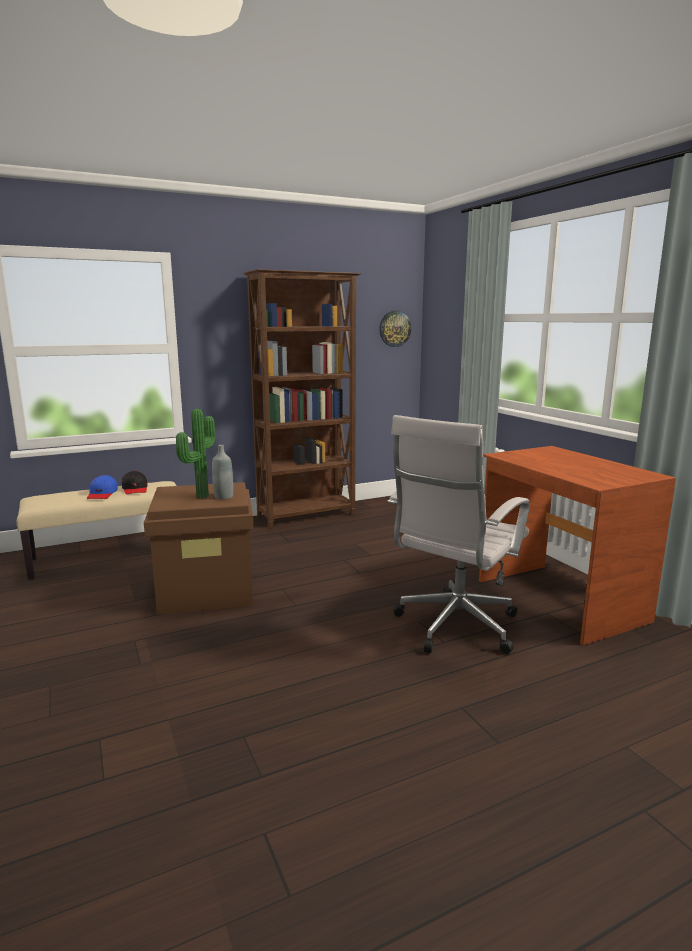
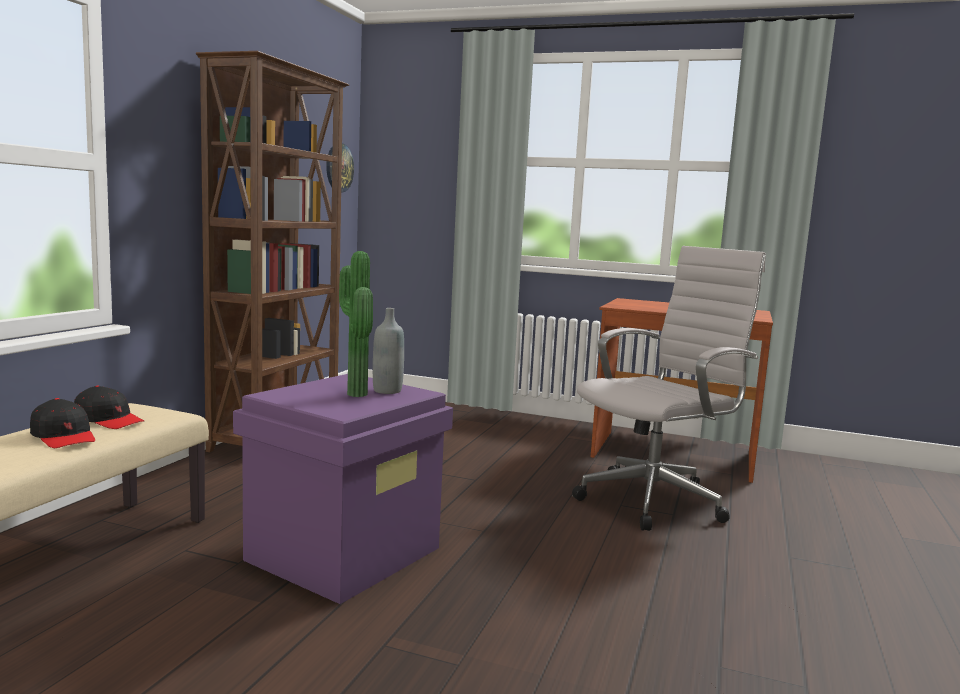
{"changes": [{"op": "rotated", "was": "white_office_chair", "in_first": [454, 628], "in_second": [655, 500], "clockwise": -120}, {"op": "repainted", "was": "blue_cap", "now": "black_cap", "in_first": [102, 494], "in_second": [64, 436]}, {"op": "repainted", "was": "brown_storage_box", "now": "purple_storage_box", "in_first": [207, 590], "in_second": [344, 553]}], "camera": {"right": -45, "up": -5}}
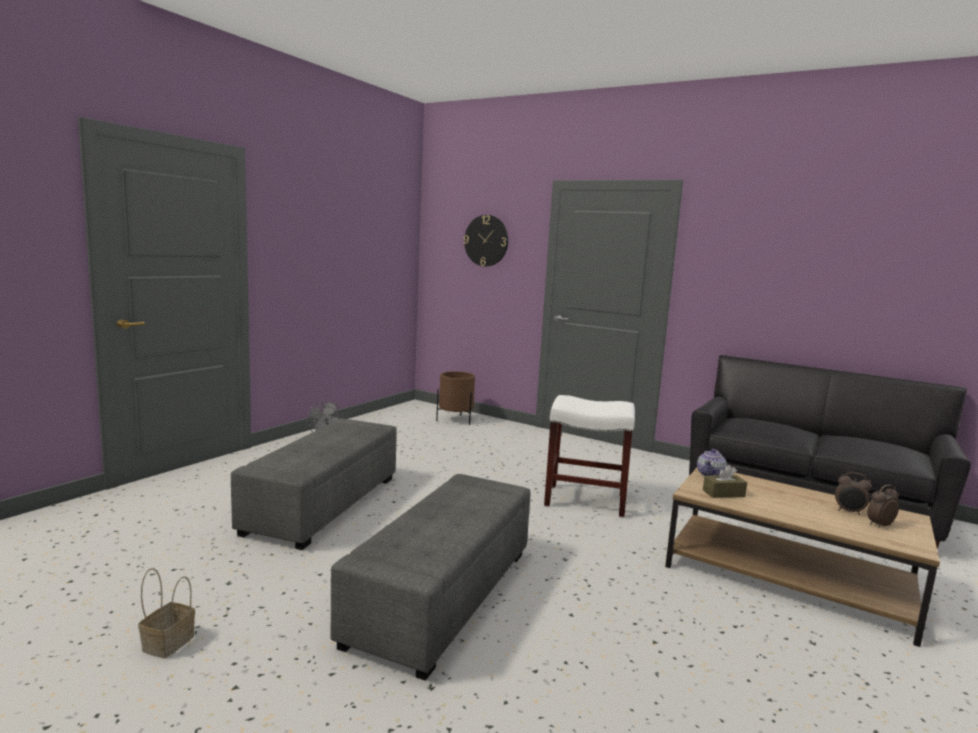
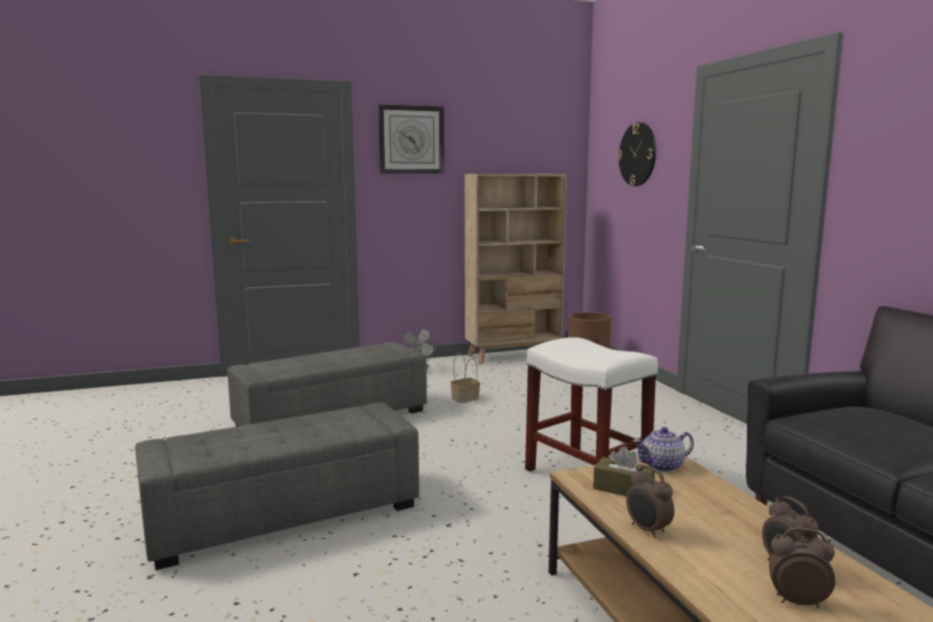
{"changes": [{"op": "shifted", "was": "basket", "in_first": [168, 644], "in_second": [464, 399]}, {"op": "new", "now": "wall_clock", "in_second": [411, 140]}, {"op": "new", "now": "beige_bookcase", "in_second": [514, 356]}, {"op": "new", "now": "alarm_clock", "in_second": [647, 530]}], "camera": {"right": 40, "up": 0}}
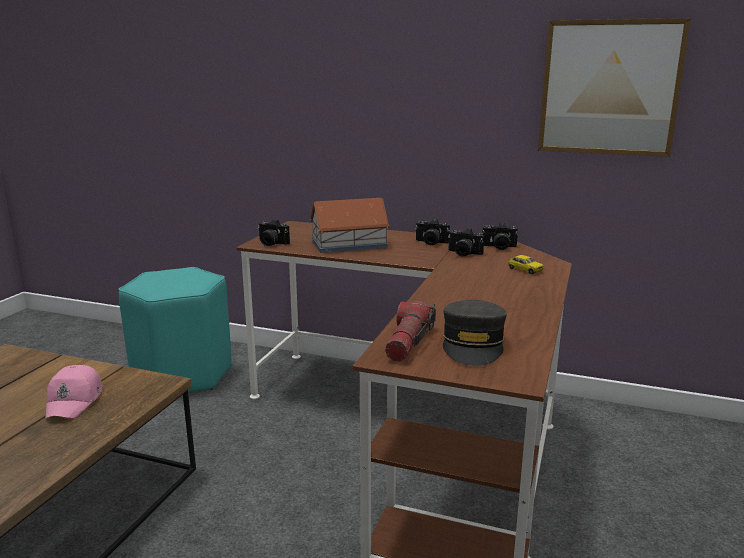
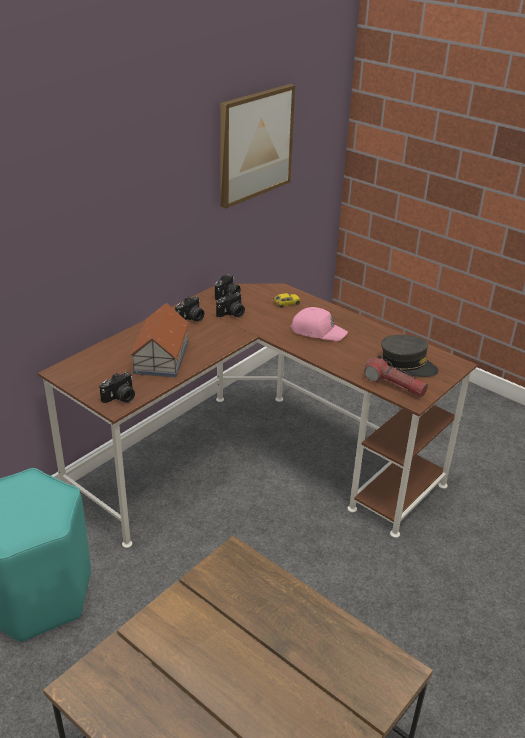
{"changes": [{"op": "shifted", "was": "pink_cap", "in_first": [75, 401], "in_second": [317, 331]}], "camera": {"right": -70, "up": 15}}
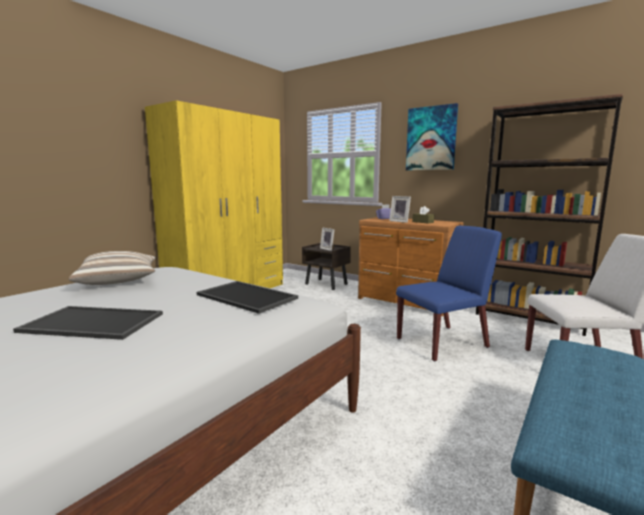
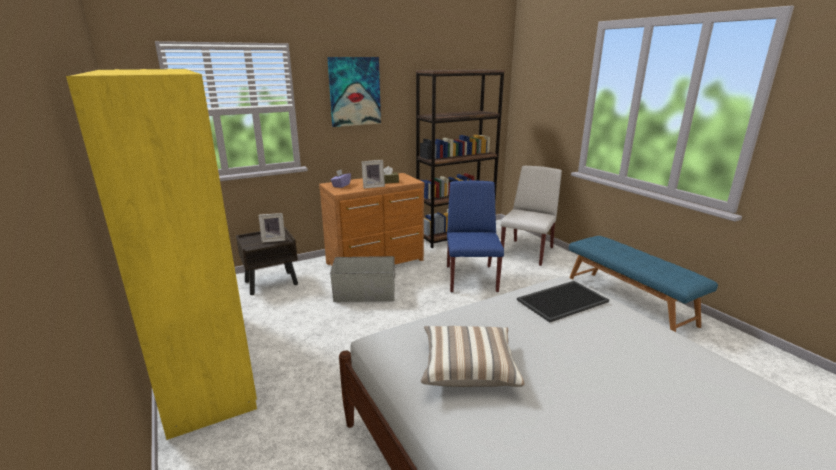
{"changes": [{"op": "gone", "was": "tray", "in_first": [90, 323]}, {"op": "new", "now": "grey_storage_box", "in_second": [364, 294]}], "camera": {"right": -65, "up": 10}}
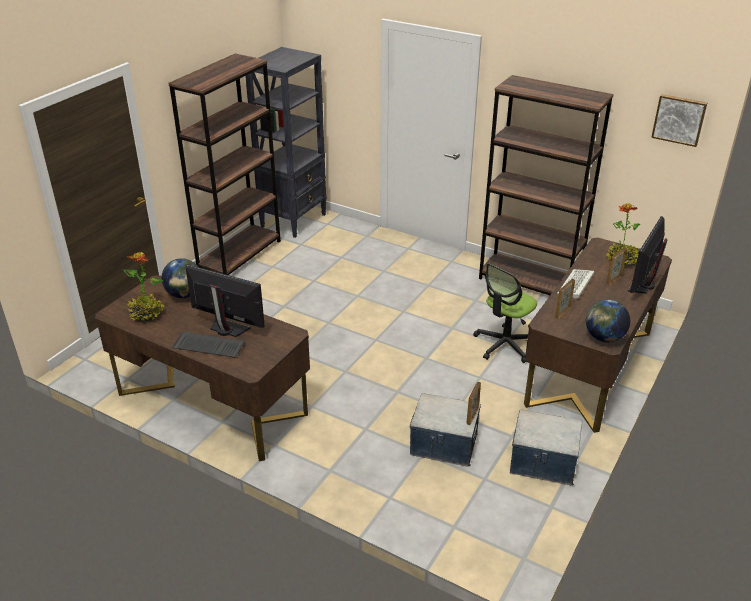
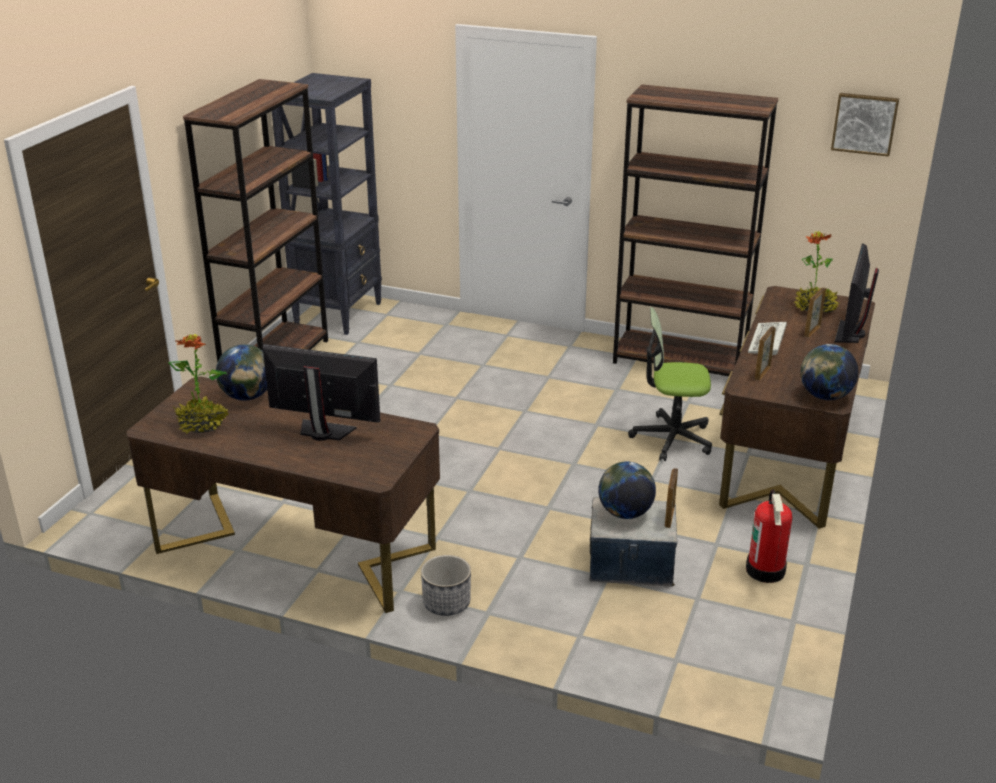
{"changes": [{"op": "rotated", "was": "office_chair", "in_first": [504, 345], "in_second": [672, 438], "clockwise": 60}, {"op": "gone", "was": "keyboard", "in_first": [207, 346]}, {"op": "swapped", "was": "storage_box", "now": "fire_extinguisher", "in_first": [543, 462], "in_second": [766, 570]}, {"op": "new", "now": "globe", "in_second": [625, 513]}, {"op": "new", "now": "planter", "in_second": [446, 603]}], "camera": {"right": -10, "up": -5}}
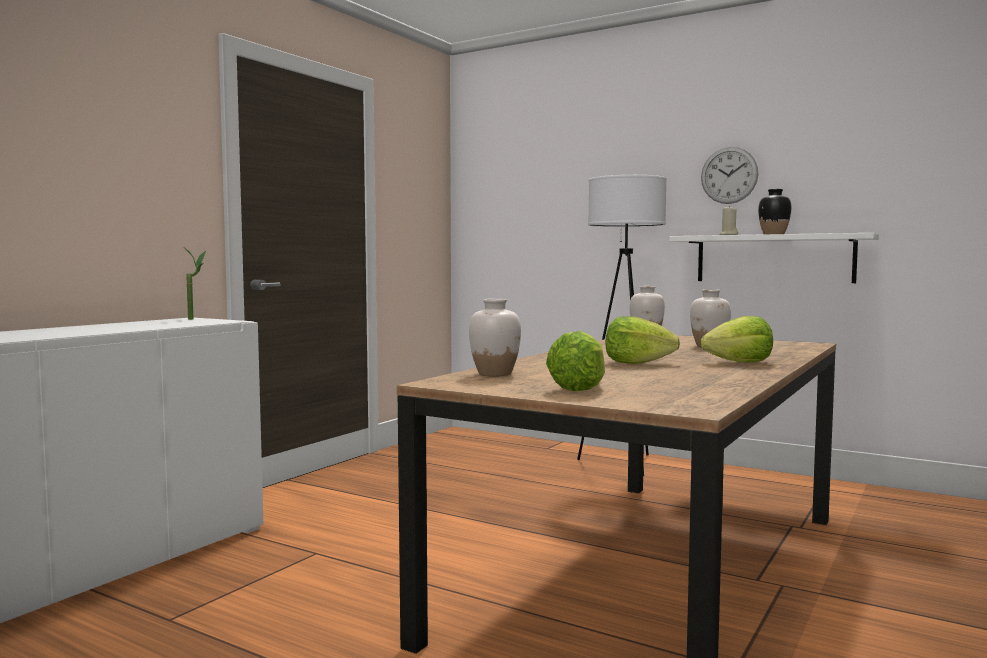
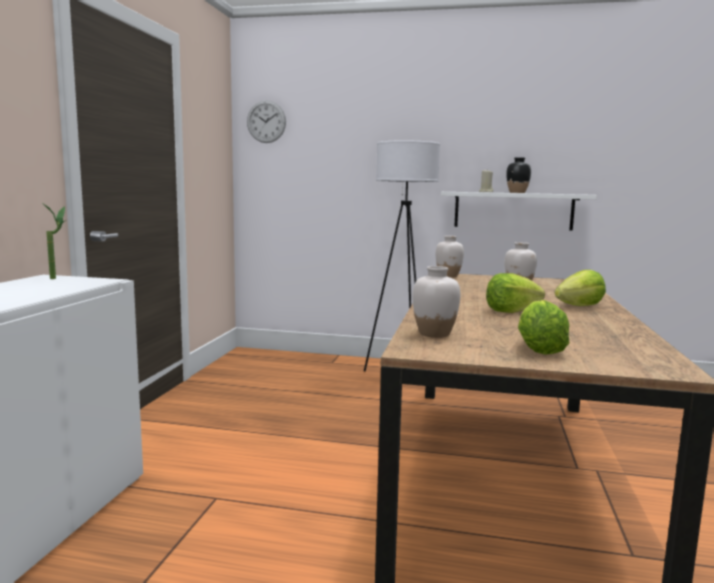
{"changes": [{"op": "shifted", "was": "wall_clock", "in_first": [729, 175], "in_second": [266, 121]}], "camera": {"right": -20, "up": 5}}
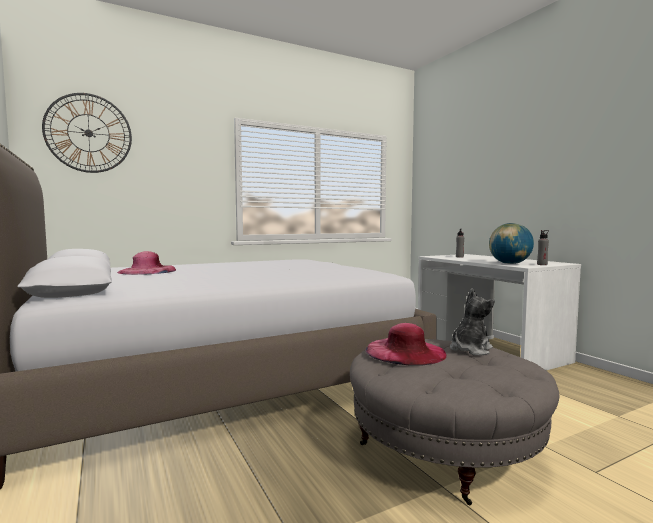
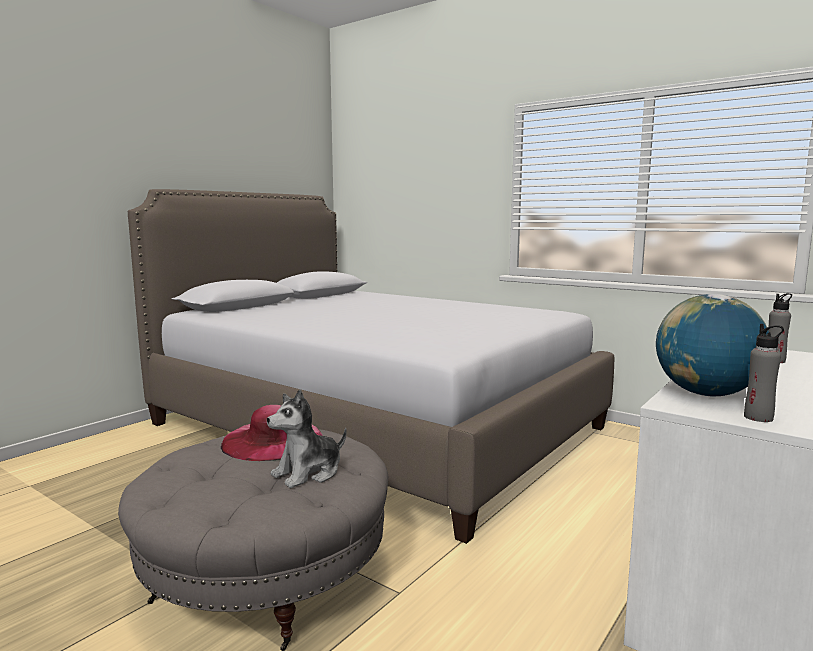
{"changes": [{"op": "gone", "was": "wall_clock", "in_first": [88, 133]}, {"op": "gone", "was": "pink_hat", "in_first": [147, 271]}, {"op": "rotated", "was": "plush_toy", "in_first": [470, 350], "in_second": [308, 473], "clockwise": 120}], "camera": {"right": 65, "up": 5}}
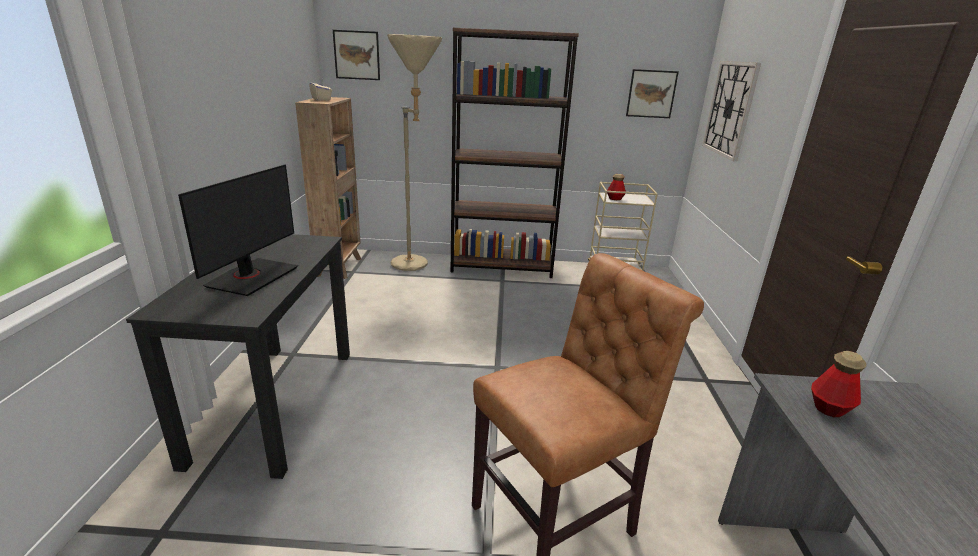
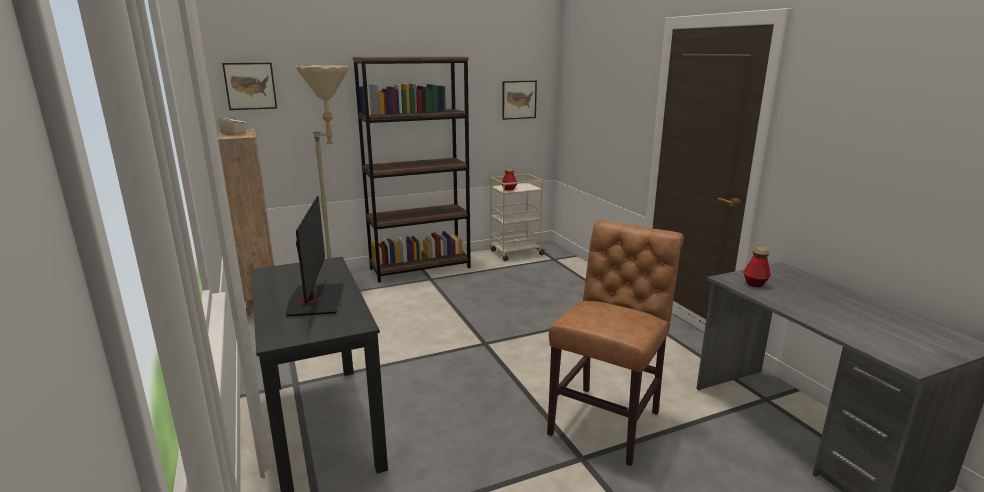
{"changes": [{"op": "gone", "was": "wall_clock", "in_first": [730, 109]}], "camera": {"right": -25, "up": -5}}
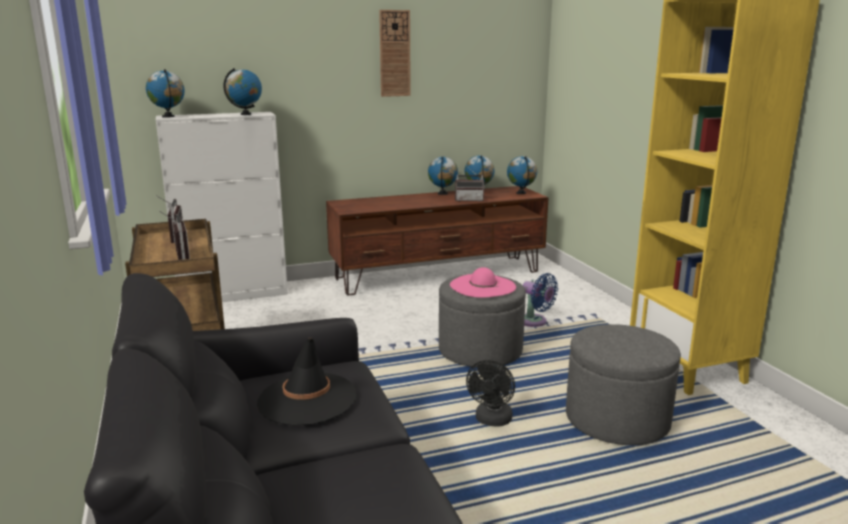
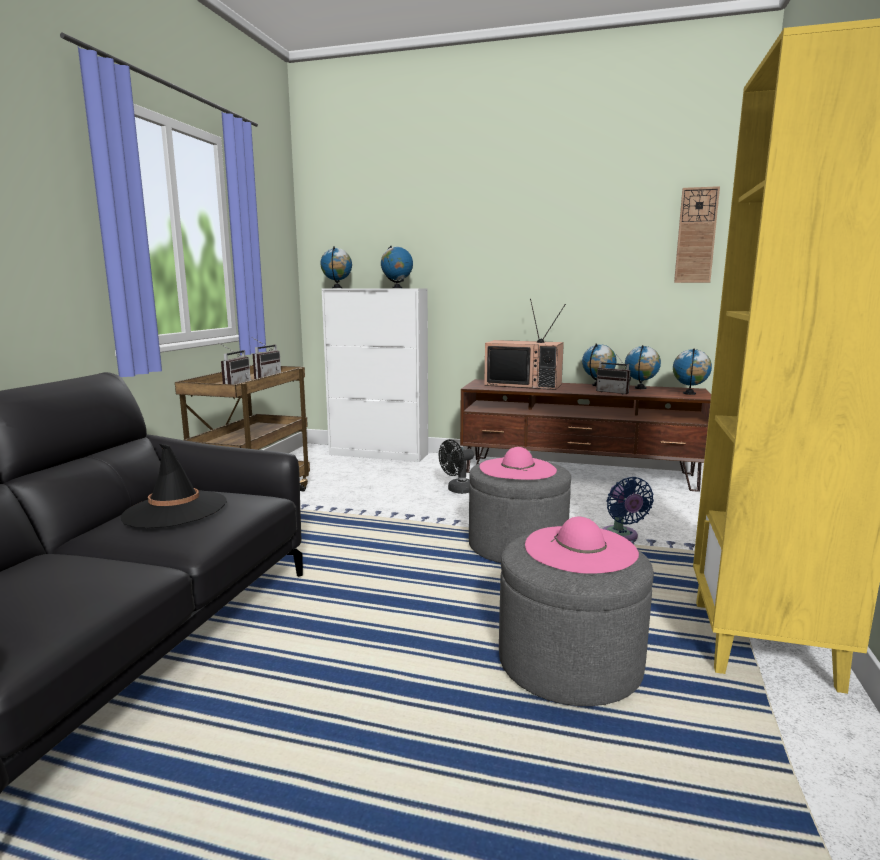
{"changes": [{"op": "shifted", "was": "wall_clock", "in_first": [394, 53], "in_second": [696, 235]}, {"op": "shifted", "was": "black_fan", "in_first": [492, 421], "in_second": [457, 490]}, {"op": "new", "now": "television", "in_second": [524, 385]}, {"op": "new", "now": "pink_hat", "in_second": [580, 549]}], "camera": {"right": 35, "up": -5}}
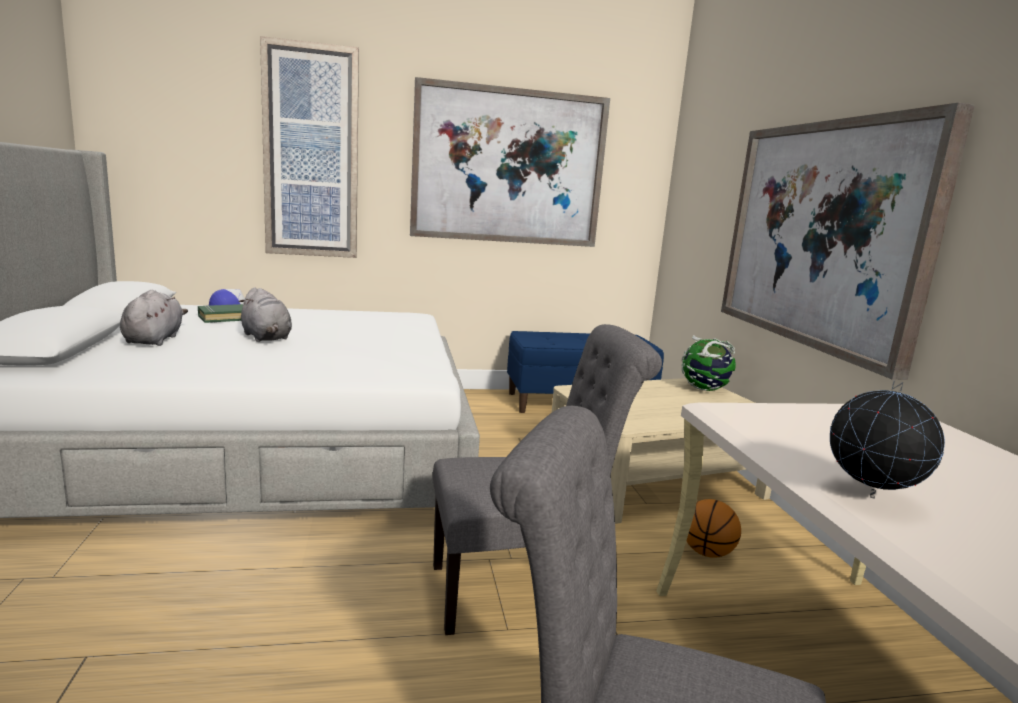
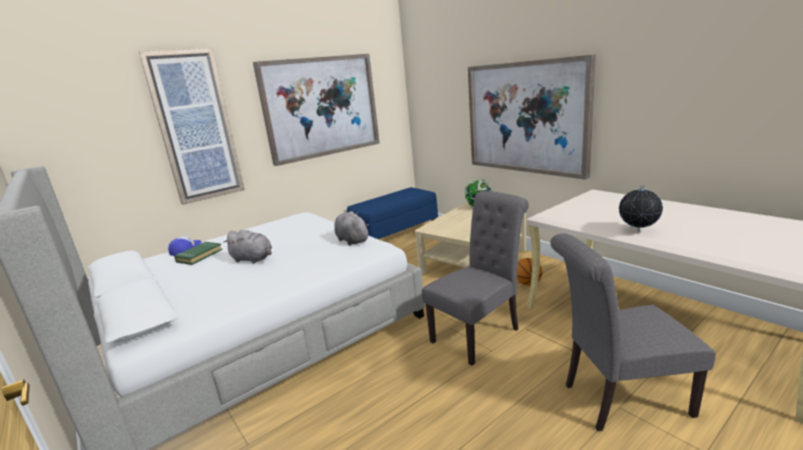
{"changes": [{"op": "shifted", "was": "grey_plush_toy", "in_first": [154, 339], "in_second": [351, 240]}], "camera": {"right": -25, "up": 5}}
